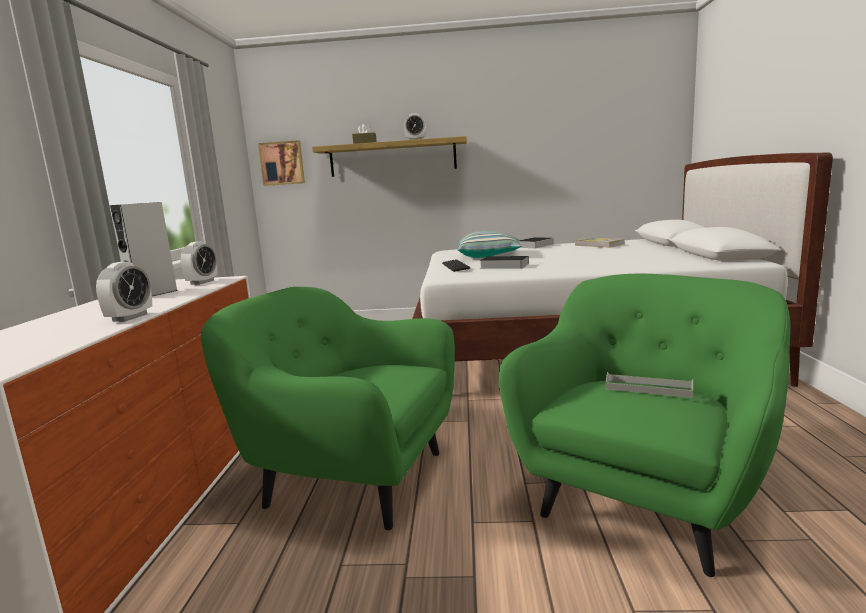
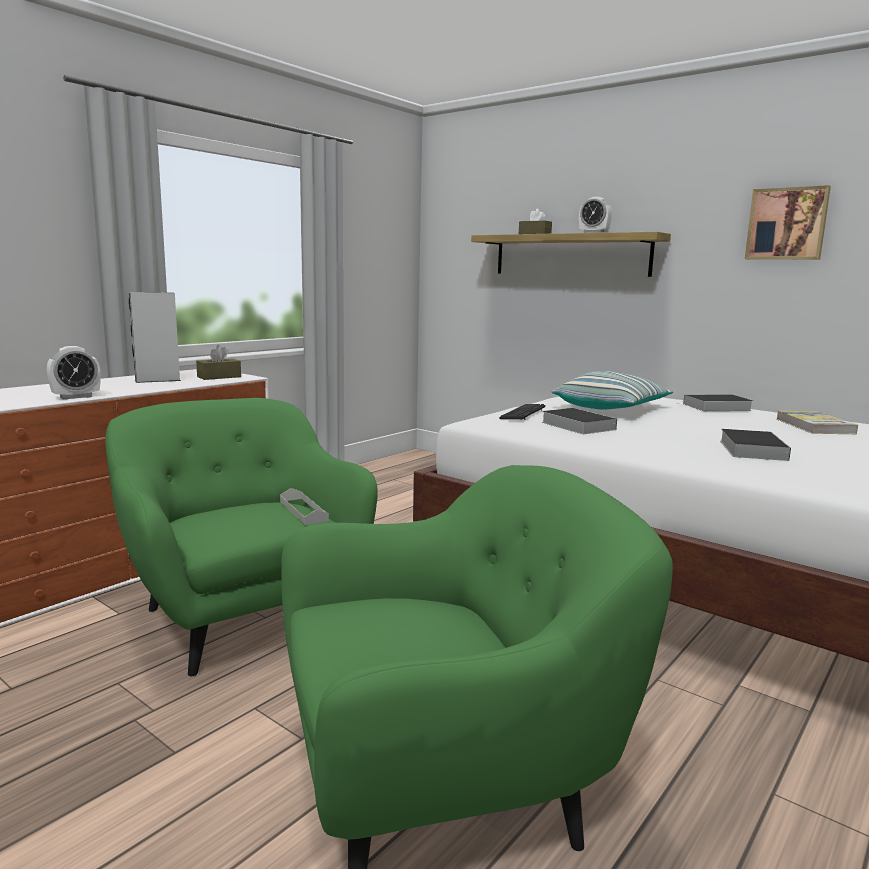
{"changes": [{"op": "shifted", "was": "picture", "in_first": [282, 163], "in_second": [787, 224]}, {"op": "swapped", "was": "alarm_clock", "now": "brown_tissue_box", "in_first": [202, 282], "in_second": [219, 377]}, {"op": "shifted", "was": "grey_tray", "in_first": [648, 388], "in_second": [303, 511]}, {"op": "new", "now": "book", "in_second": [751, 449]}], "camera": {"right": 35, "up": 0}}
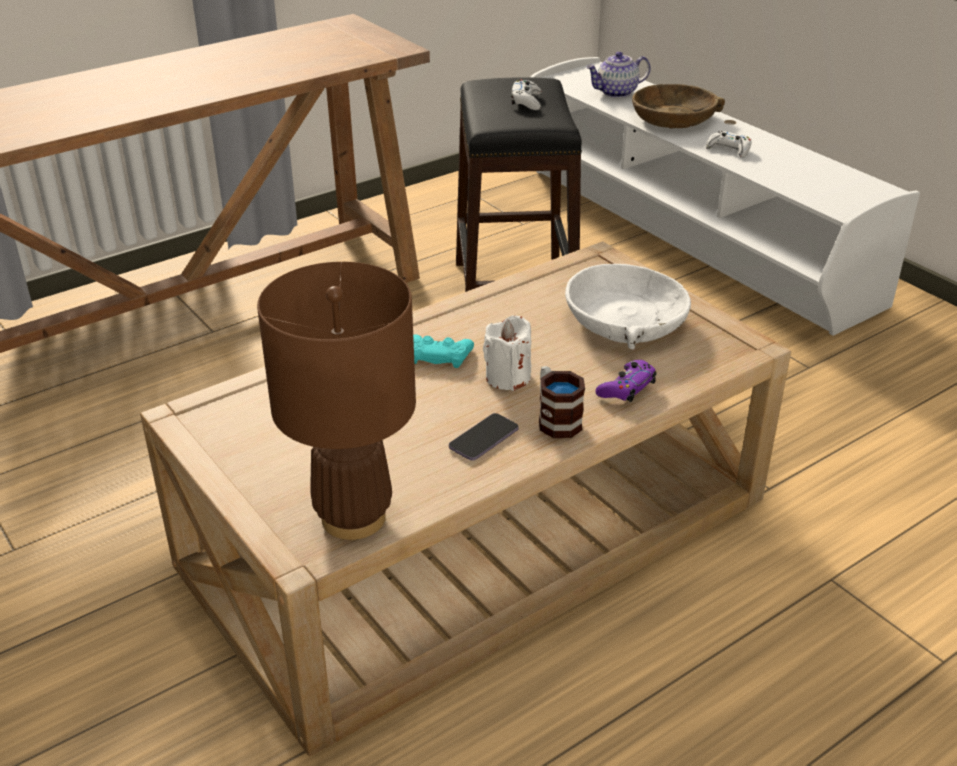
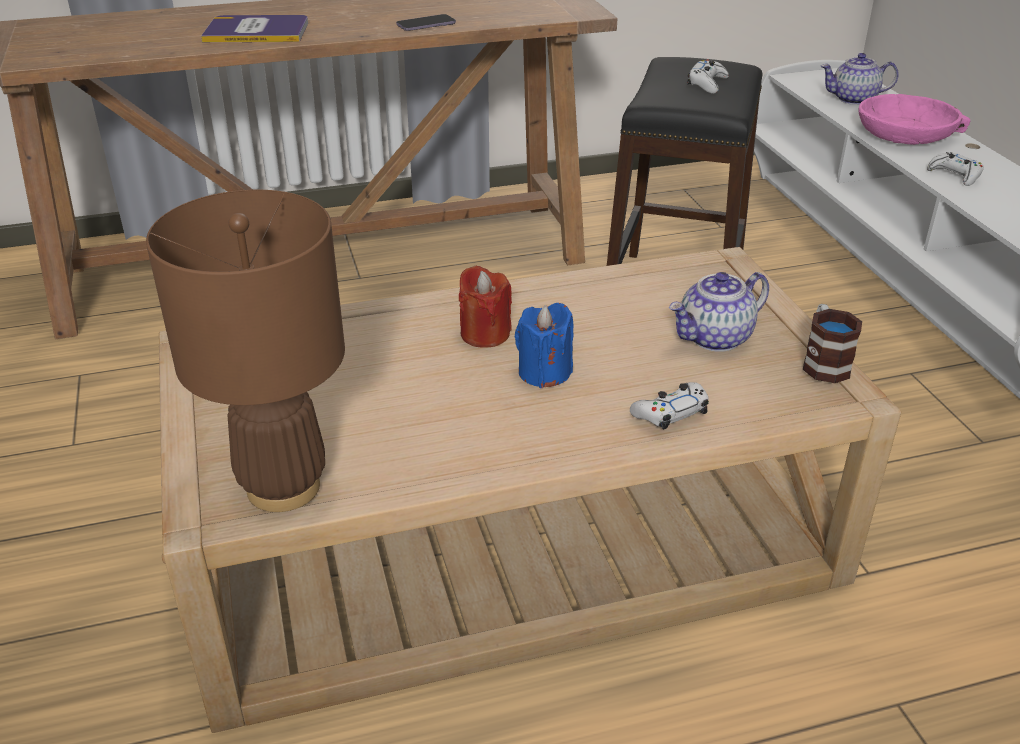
{"changes": [{"op": "repainted", "was": "brown_bowl", "now": "pink_bowl", "in_first": [673, 118], "in_second": [905, 134]}, {"op": "swapped", "was": "white_bowl", "now": "teapot", "in_first": [625, 322], "in_second": [715, 338]}, {"op": "repainted", "was": "white_candle", "now": "blue_candle", "in_first": [508, 377], "in_second": [544, 372]}, {"op": "swapped", "was": "turquoise_game_controller", "now": "red_candle", "in_first": [438, 355], "in_second": [485, 334]}, {"op": "repainted", "was": "purple_game_controller", "now": "white_game_controller", "in_first": [626, 388], "in_second": [670, 413]}, {"op": "shifted", "was": "mug", "in_first": [555, 419], "in_second": [823, 362]}, {"op": "shifted", "was": "phone", "in_first": [484, 439], "in_second": [426, 25]}, {"op": "new", "now": "book", "in_second": [257, 31]}], "camera": {"right": 20, "up": 0}}
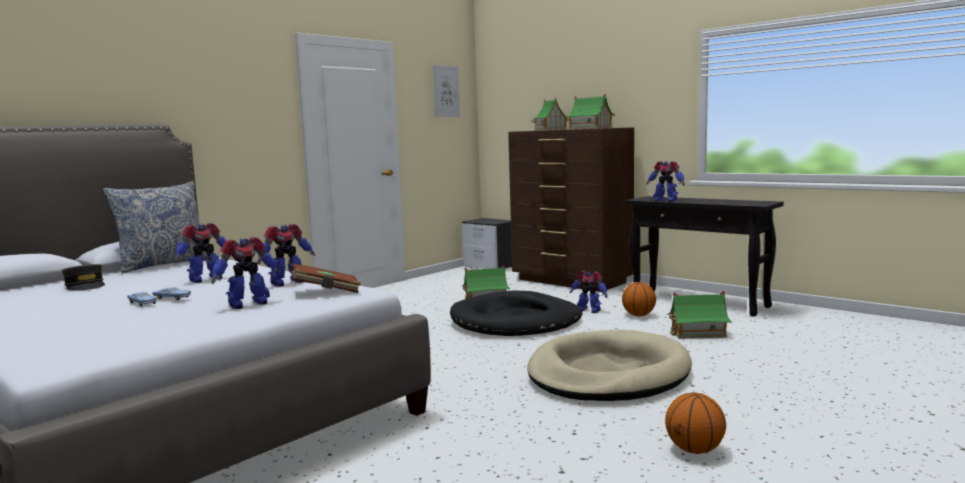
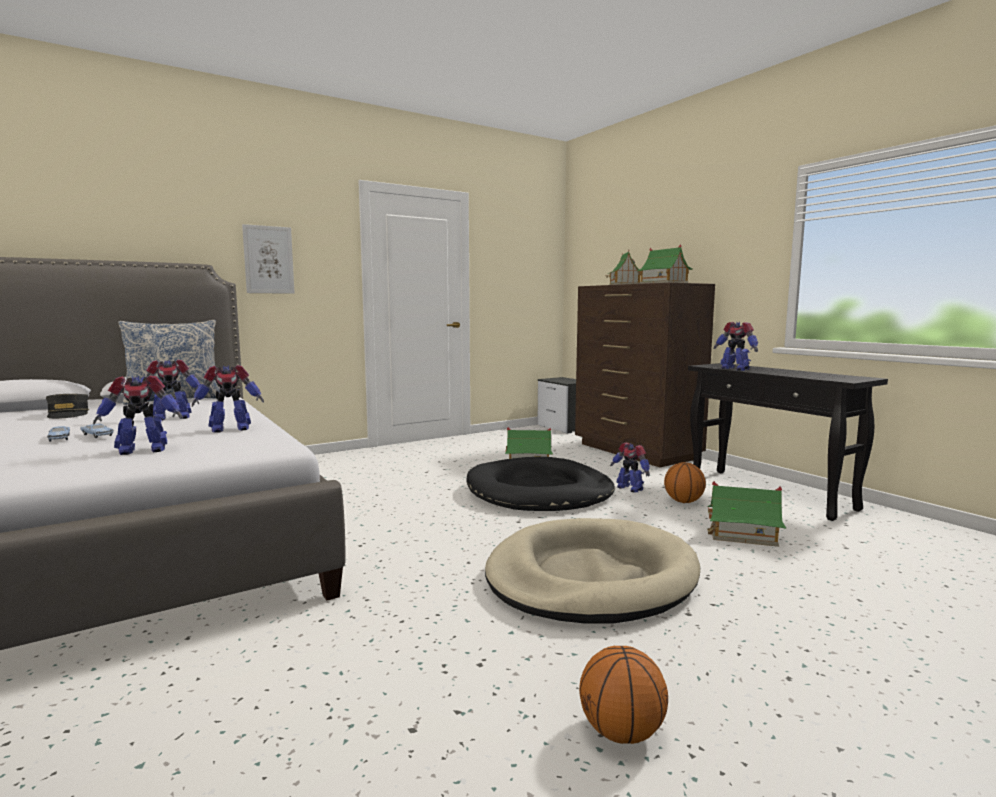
{"changes": [{"op": "shifted", "was": "picture", "in_first": [445, 91], "in_second": [268, 260]}, {"op": "gone", "was": "brown_book", "in_first": [326, 292]}], "camera": {"right": 15, "up": 0}}
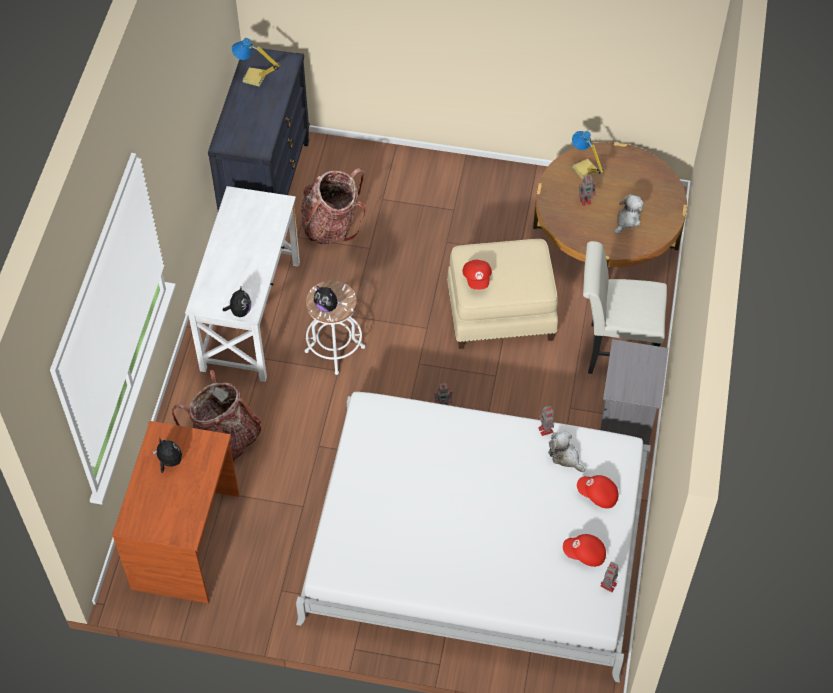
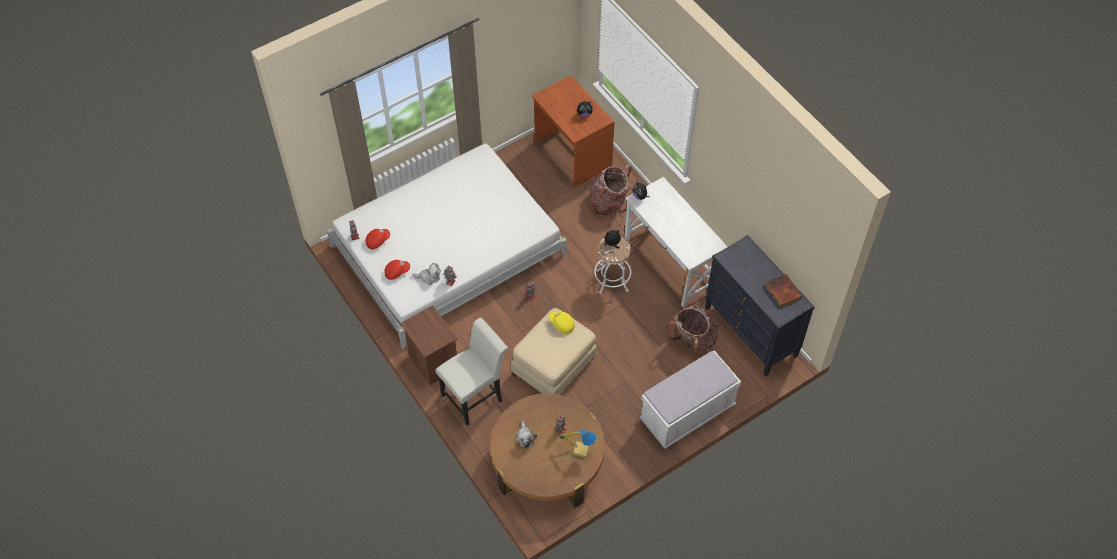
{"changes": [{"op": "swapped", "was": "table_lamp", "now": "book", "in_first": [254, 78], "in_second": [782, 292]}, {"op": "repainted", "was": "red_cap", "now": "yellow_cap", "in_first": [477, 278], "in_second": [561, 324]}, {"op": "repainted", "was": "grey_nightstand", "now": "brown_nightstand", "in_first": [627, 422], "in_second": [433, 363]}, {"op": "new", "now": "white_bench", "in_second": [687, 413]}], "camera": {"right": 135, "up": 0}}
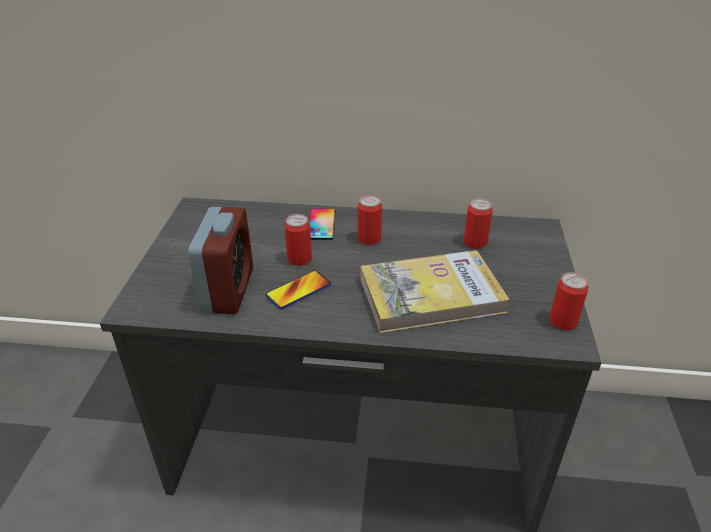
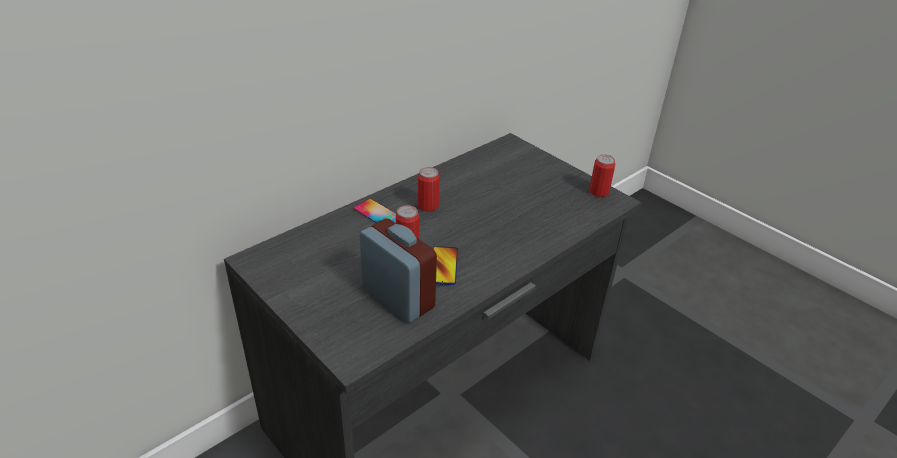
{"changes": [{"op": "gone", "was": "can", "in_first": [475, 242]}, {"op": "gone", "was": "book", "in_first": [431, 295]}], "camera": {"right": -50, "up": 0}}
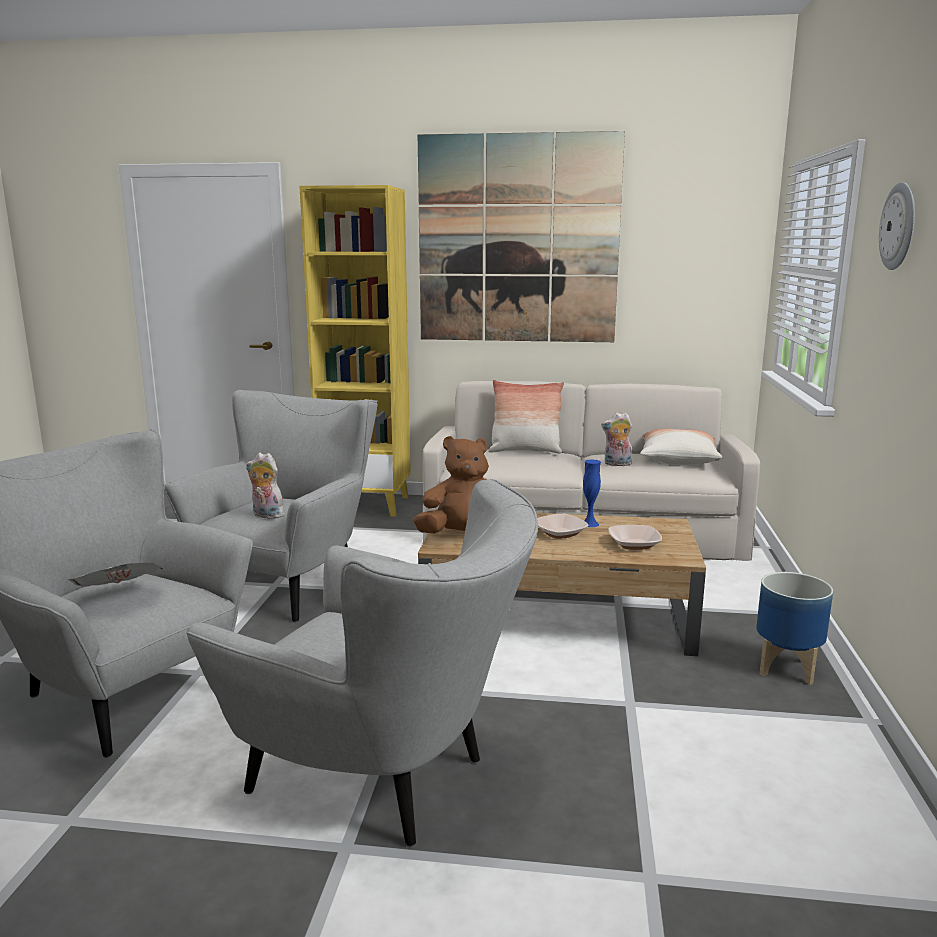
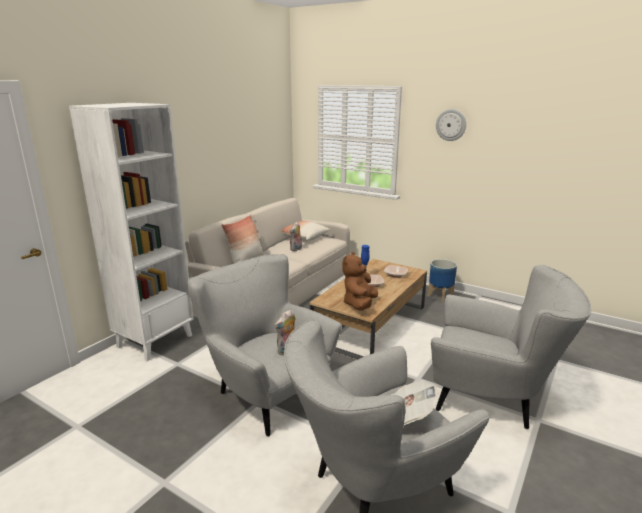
{"changes": [{"op": "gone", "was": "picture", "in_first": [517, 240]}, {"op": "repainted", "was": "yellow_bookcase", "now": "white_bookcase", "in_first": [366, 504], "in_second": [155, 340]}, {"op": "rotated", "was": "grey_armchair", "in_first": [384, 778], "in_second": [492, 400], "clockwise": 60}], "camera": {"right": -65, "up": 5}}
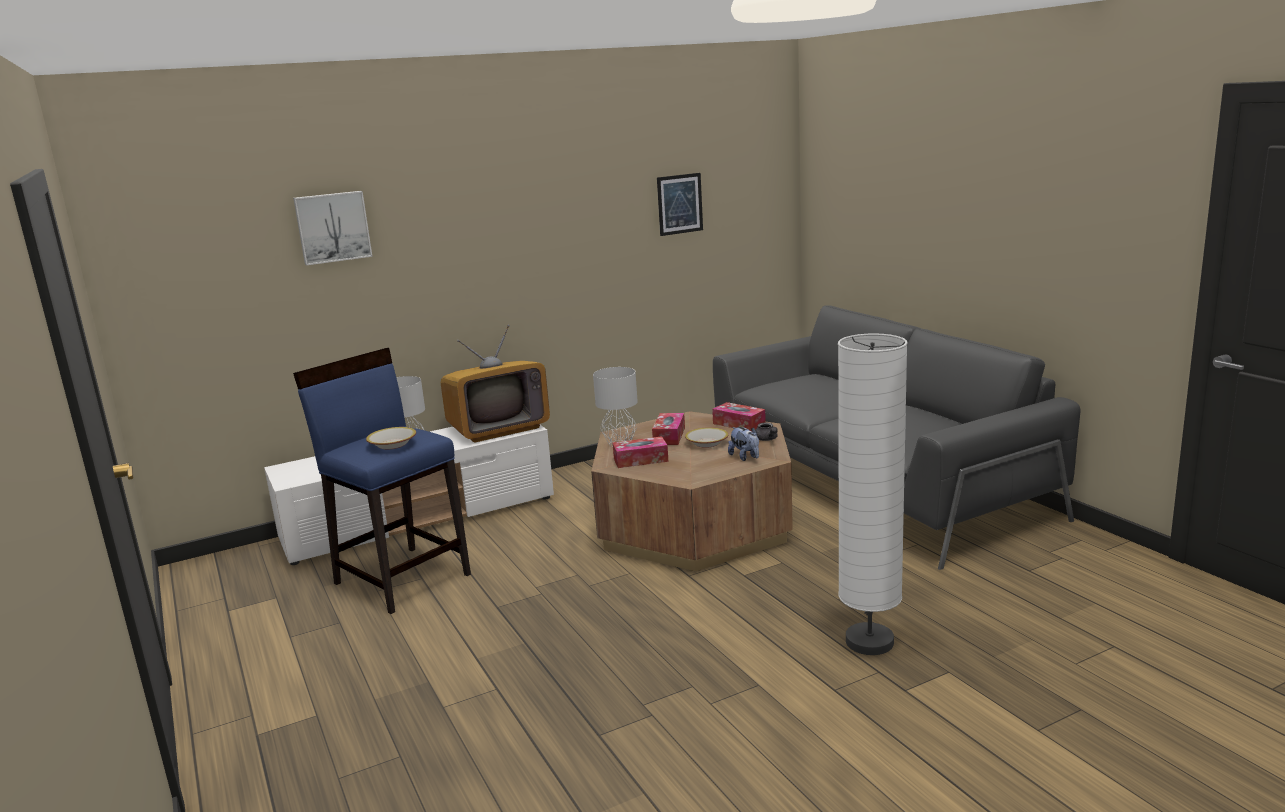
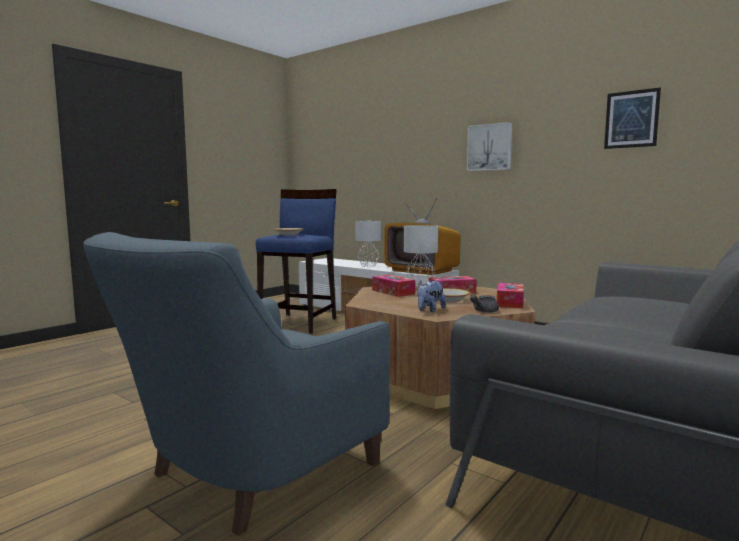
{"changes": [{"op": "shifted", "was": "picture", "in_first": [332, 227], "in_second": [489, 147]}, {"op": "swapped", "was": "white_floor_lamp", "now": "blue_armchair", "in_first": [869, 642], "in_second": [246, 474]}], "camera": {"right": 65, "up": -10}}
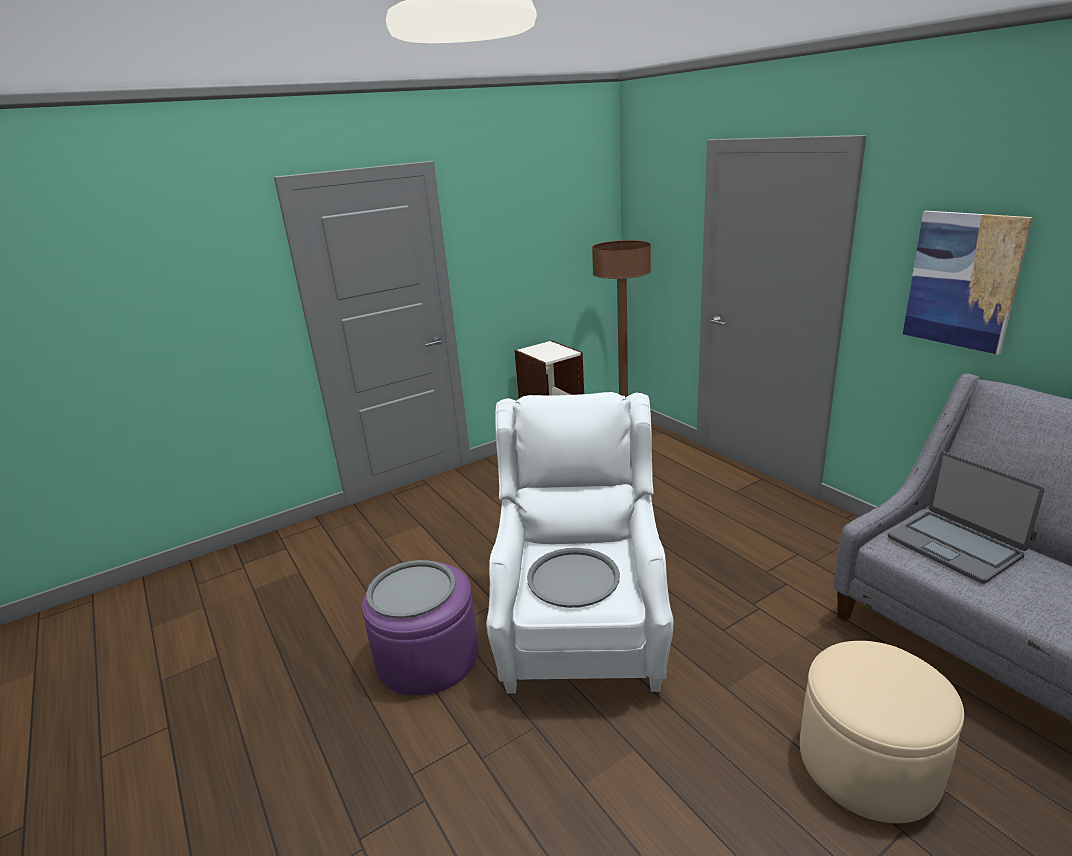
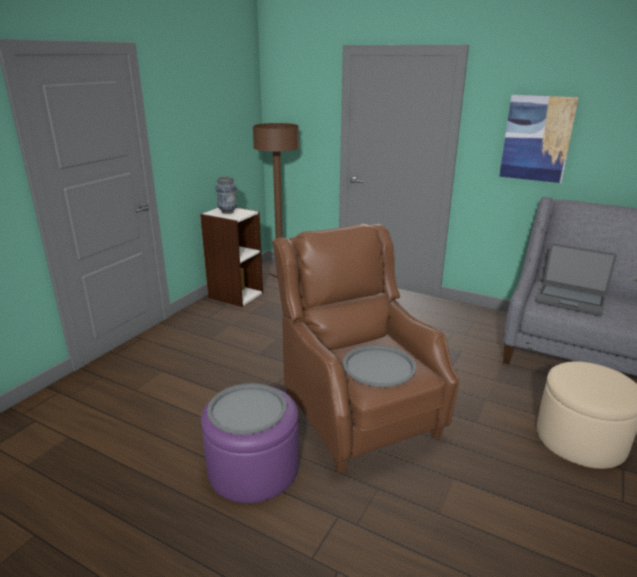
{"changes": [{"op": "repainted", "was": "white_armchair", "now": "brown_armchair", "in_first": [581, 630], "in_second": [357, 414]}, {"op": "new", "now": "vase", "in_second": [227, 212]}], "camera": {"right": -30, "up": 0}}
